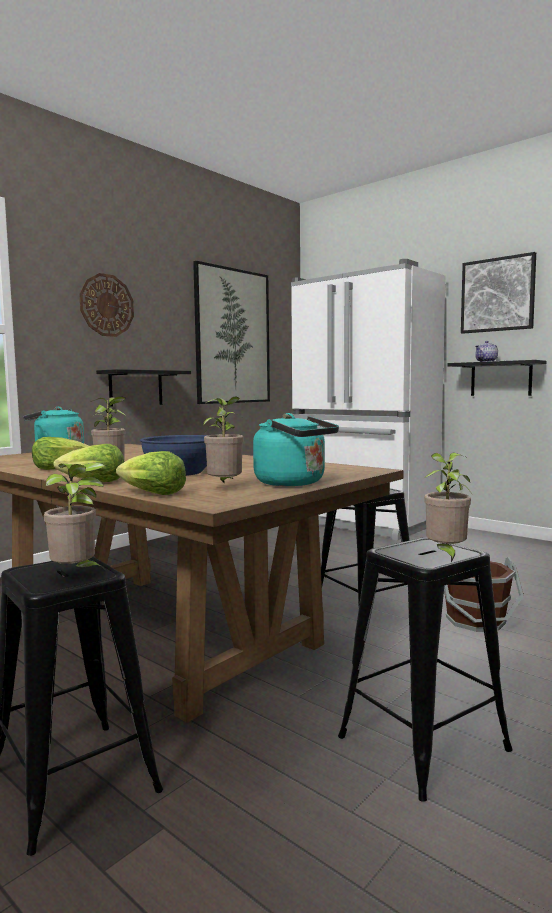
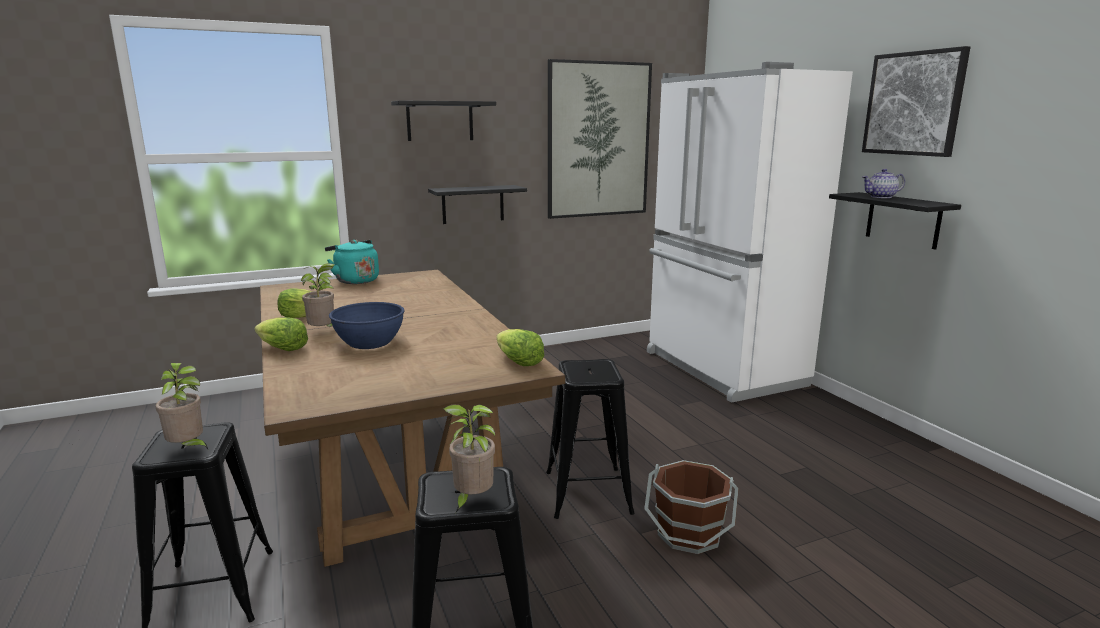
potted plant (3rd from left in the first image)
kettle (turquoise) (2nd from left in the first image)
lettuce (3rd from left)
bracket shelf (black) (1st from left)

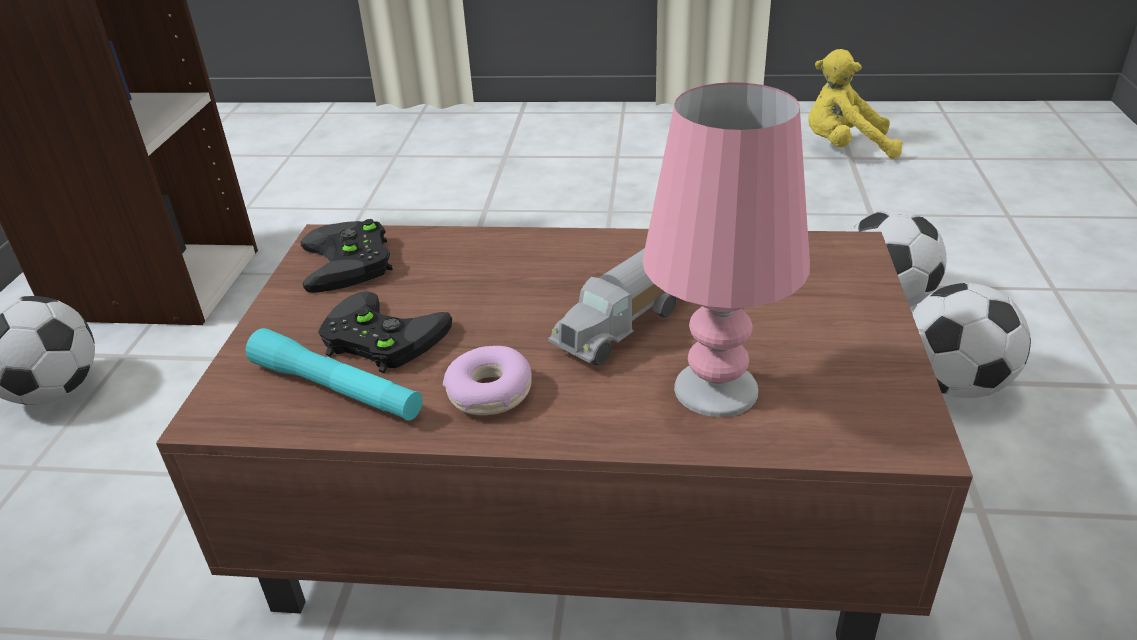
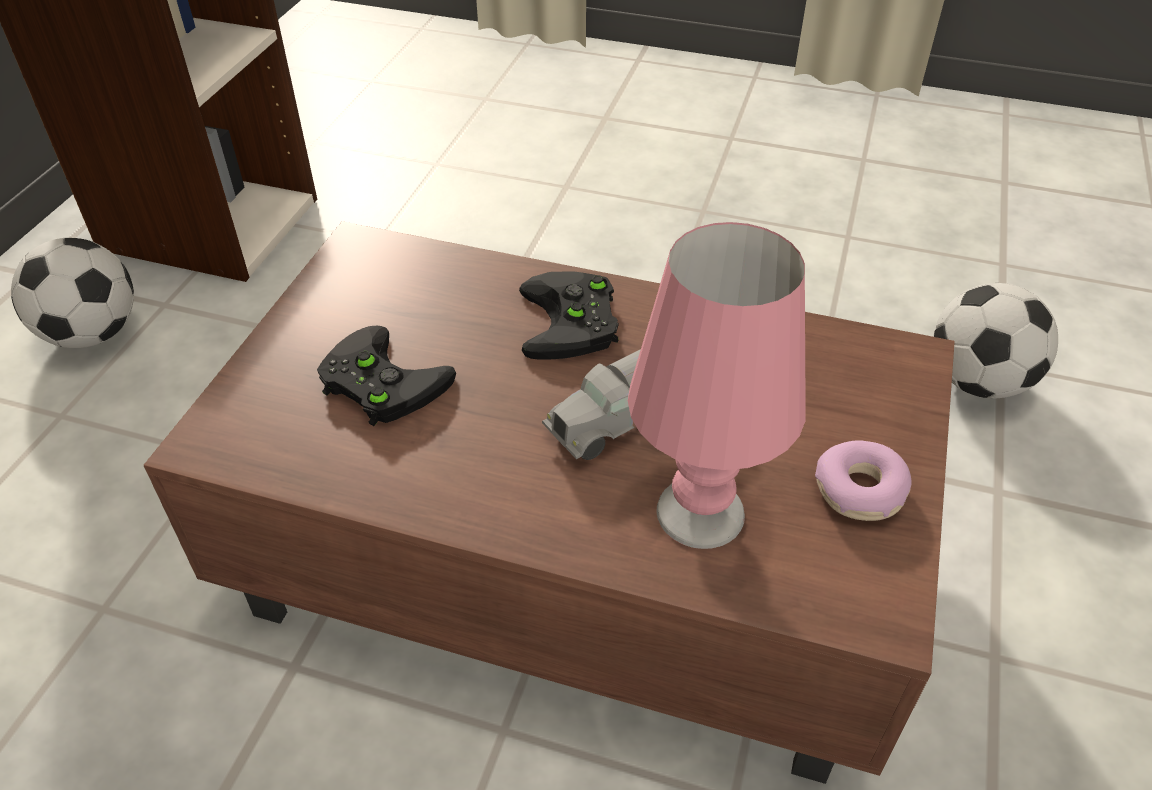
flashlight (turquoise)
plush toy (yellow-coloured)
ball for football (3rd from left in the first image)
gamepad (black) (2nd from left)
donut

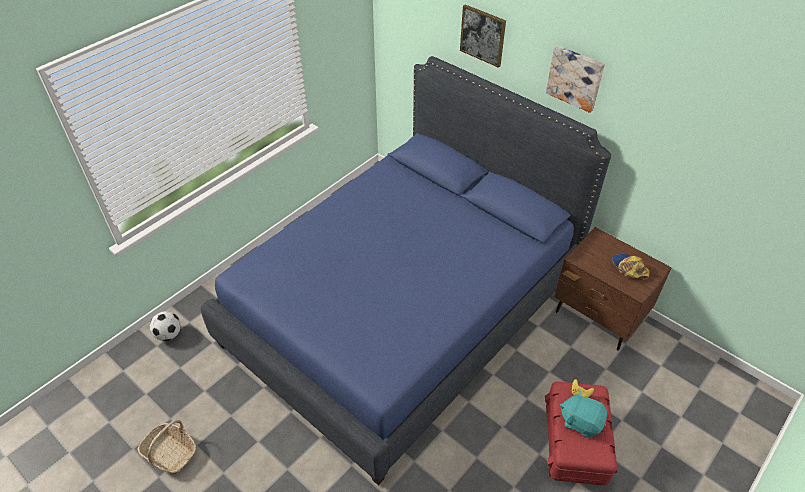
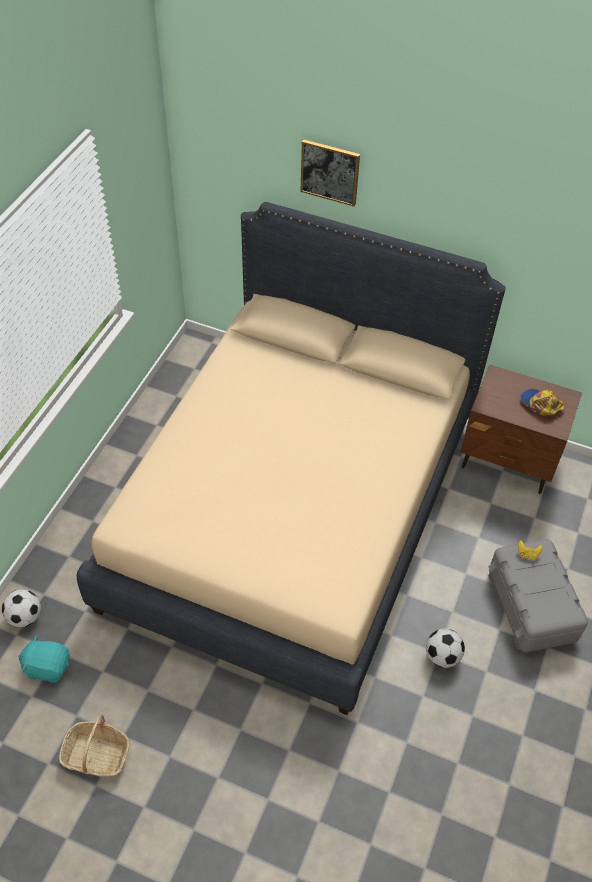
wall picture (2nd from left in the first image)
ball for football (2nd from left)
plush toy (turquoise)
bedroom bed (beige)
storage bin (greyish)

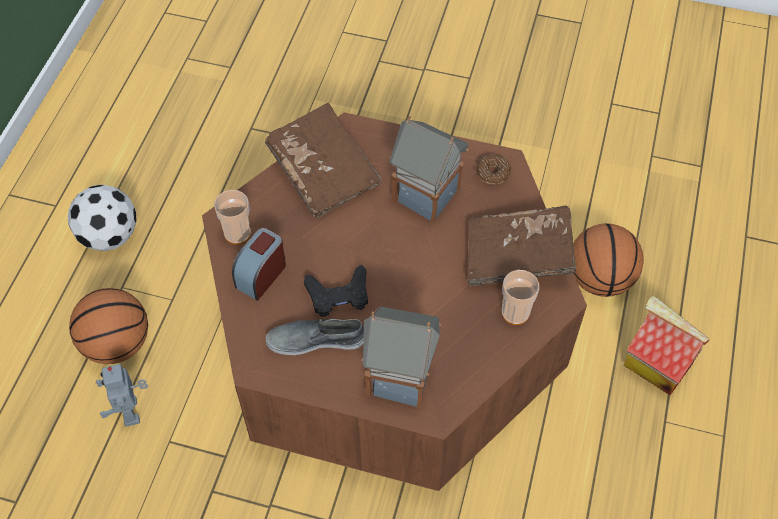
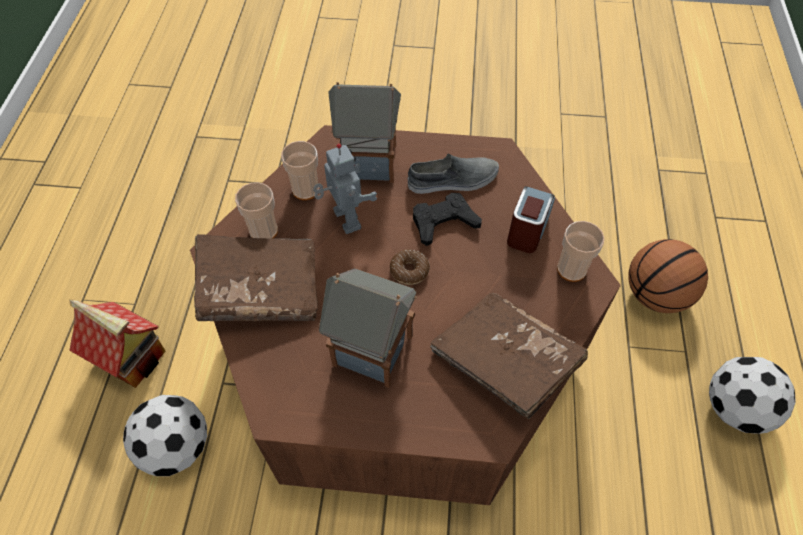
drinking cup (2nd from left)
toy robot
donut
ball for football (1st from left)

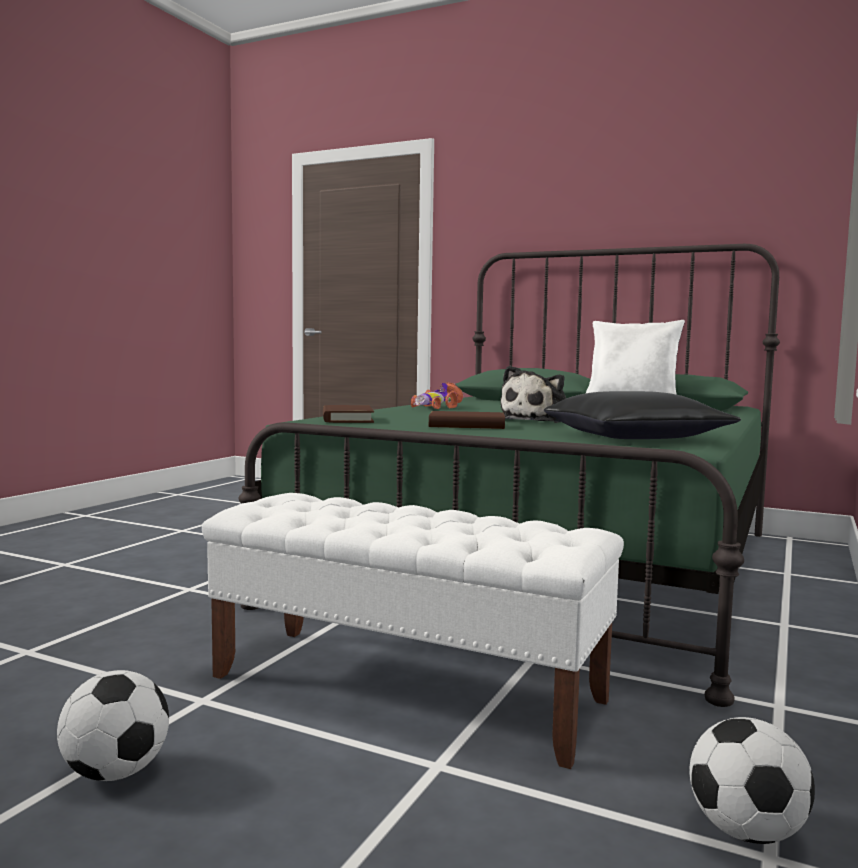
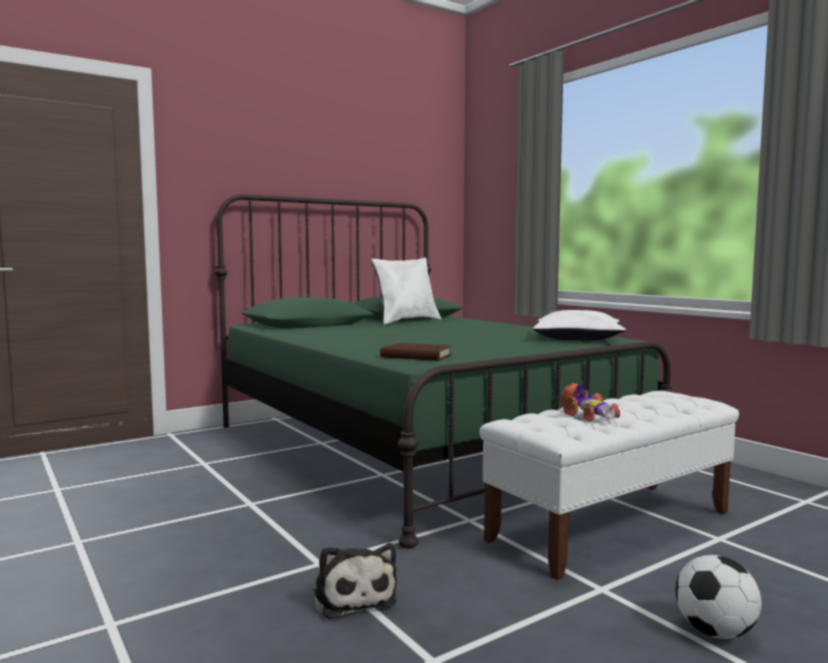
volume (brown) (2nd from left in the first image)
ball for football (2nd from left in the first image)
model car
plush toy
throw pillow (white) (2nd from left)

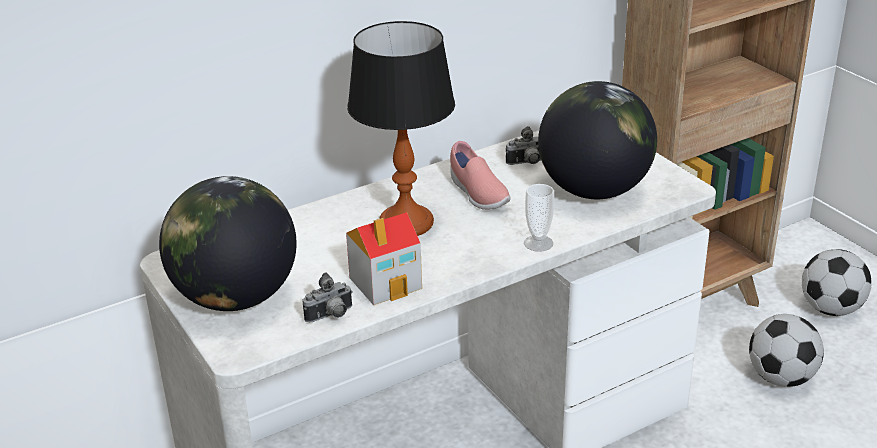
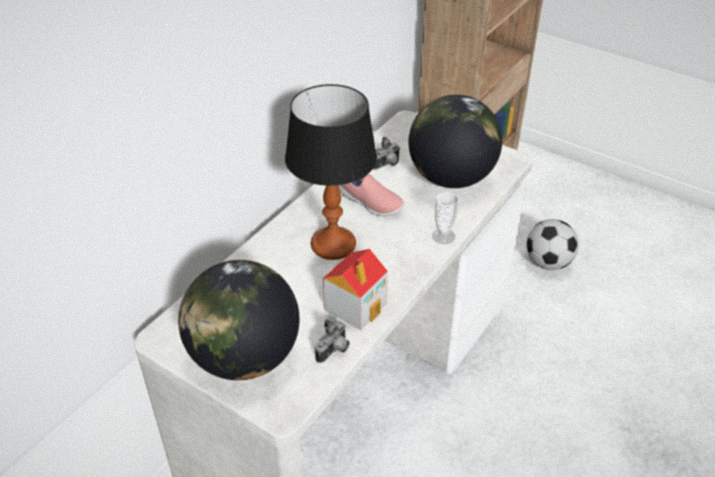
ball for football (2nd from left in the first image)

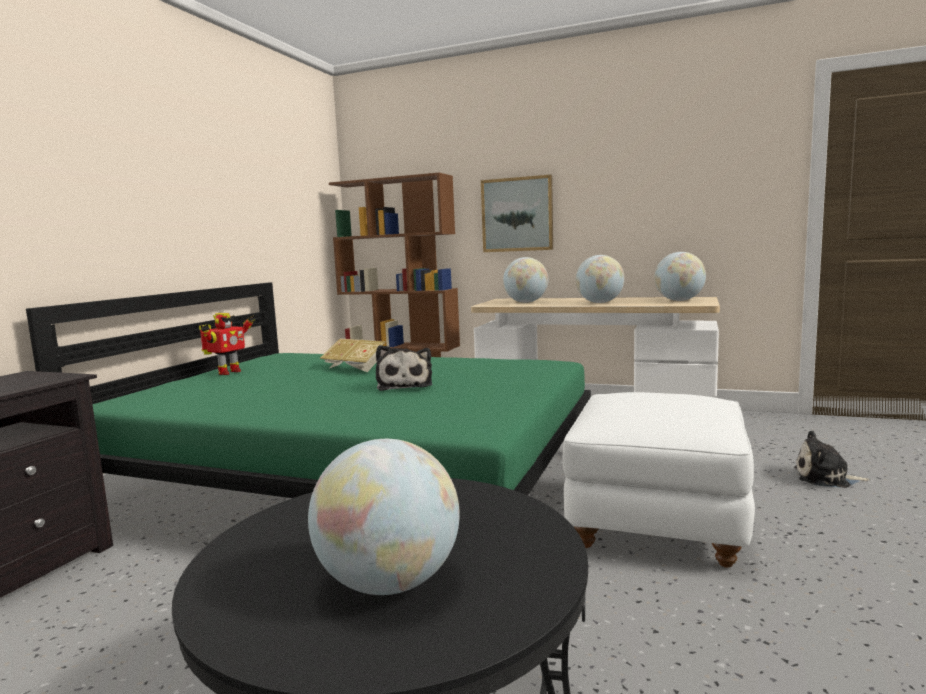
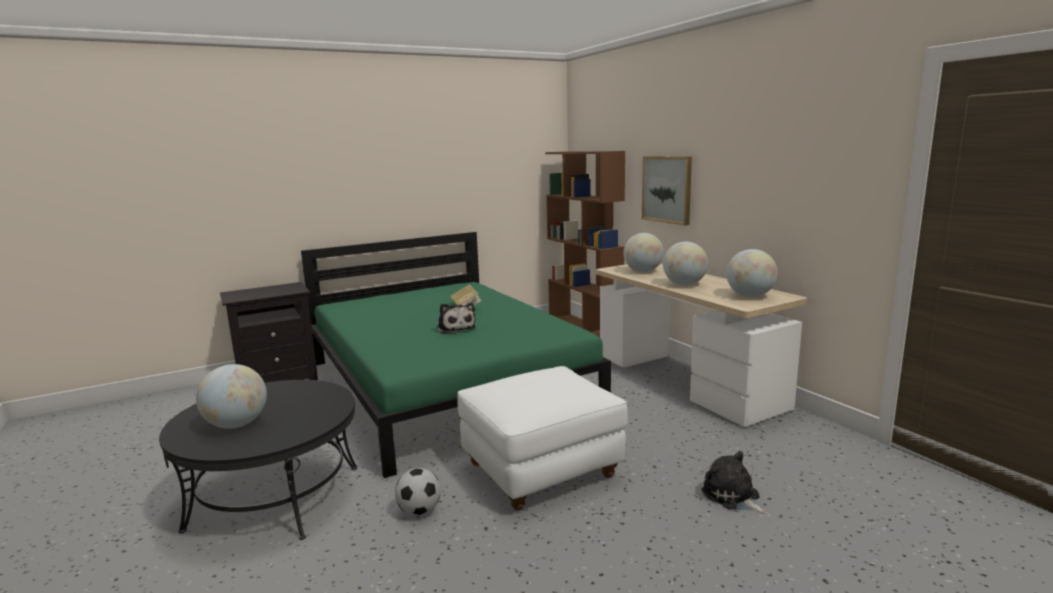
toy robot
ball for football
plush toy (1st from left)

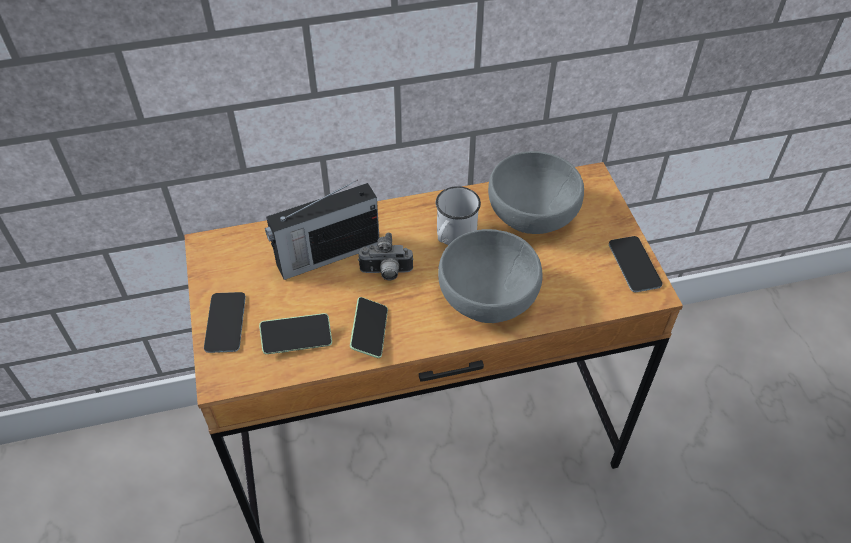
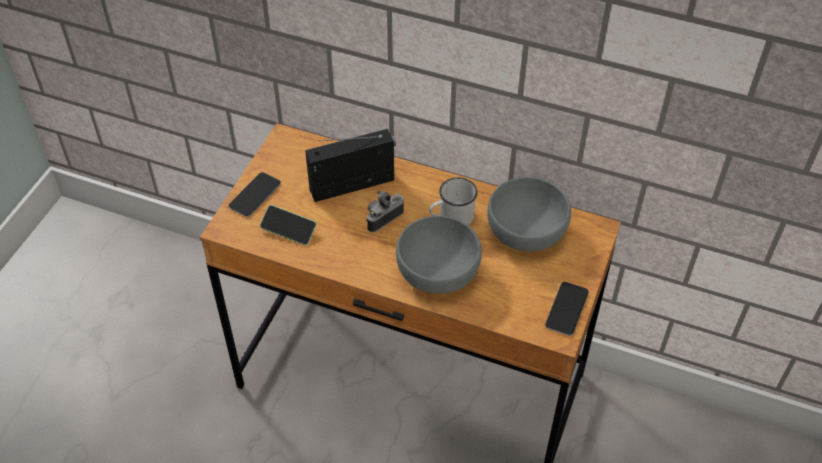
phone (3rd from left in the first image)
radio set
still camera

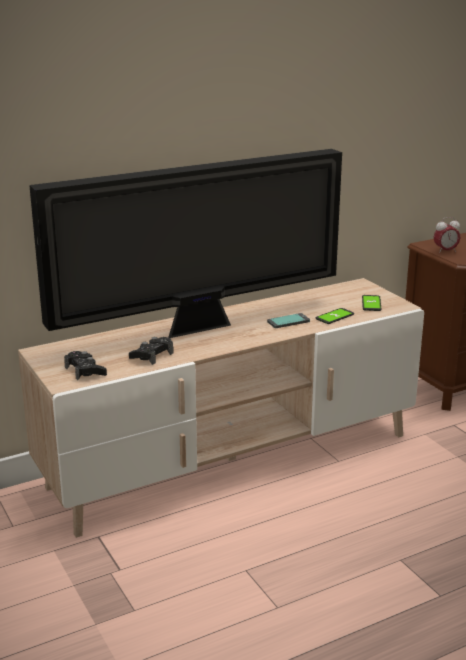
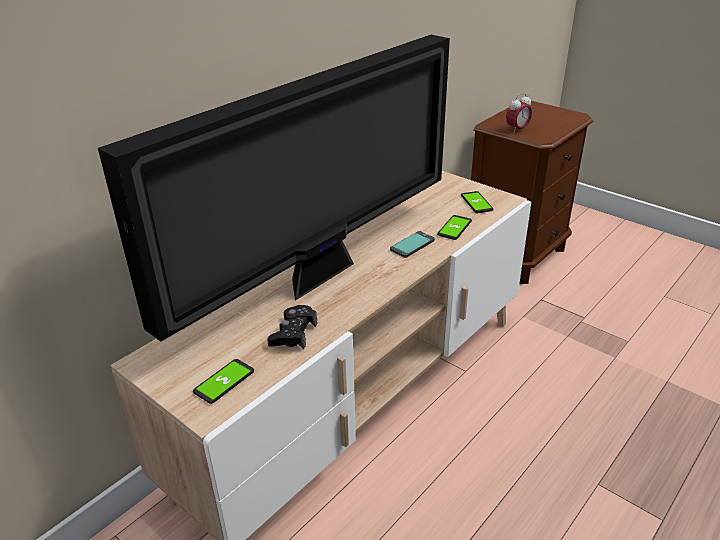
phone (1st from left)

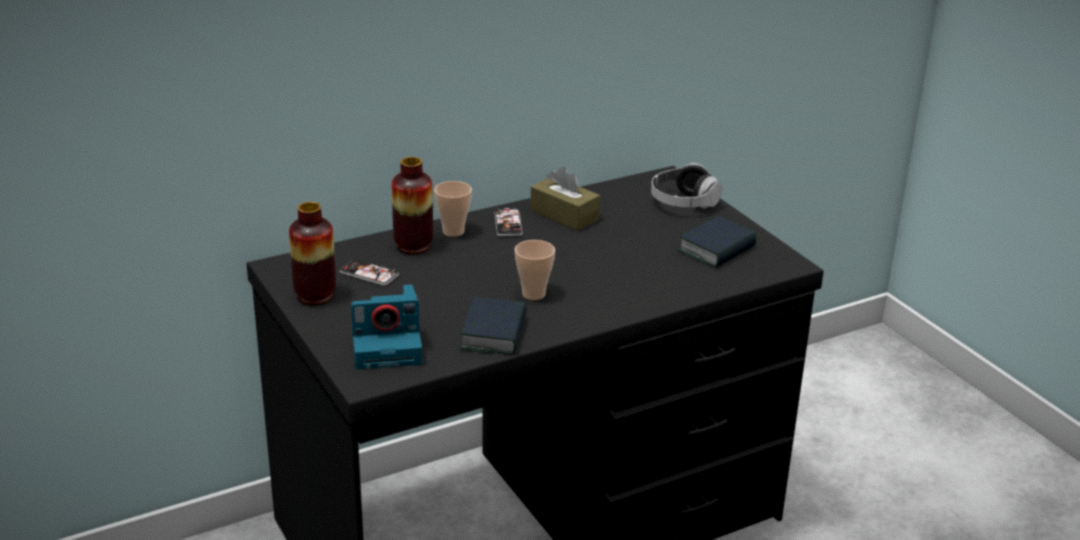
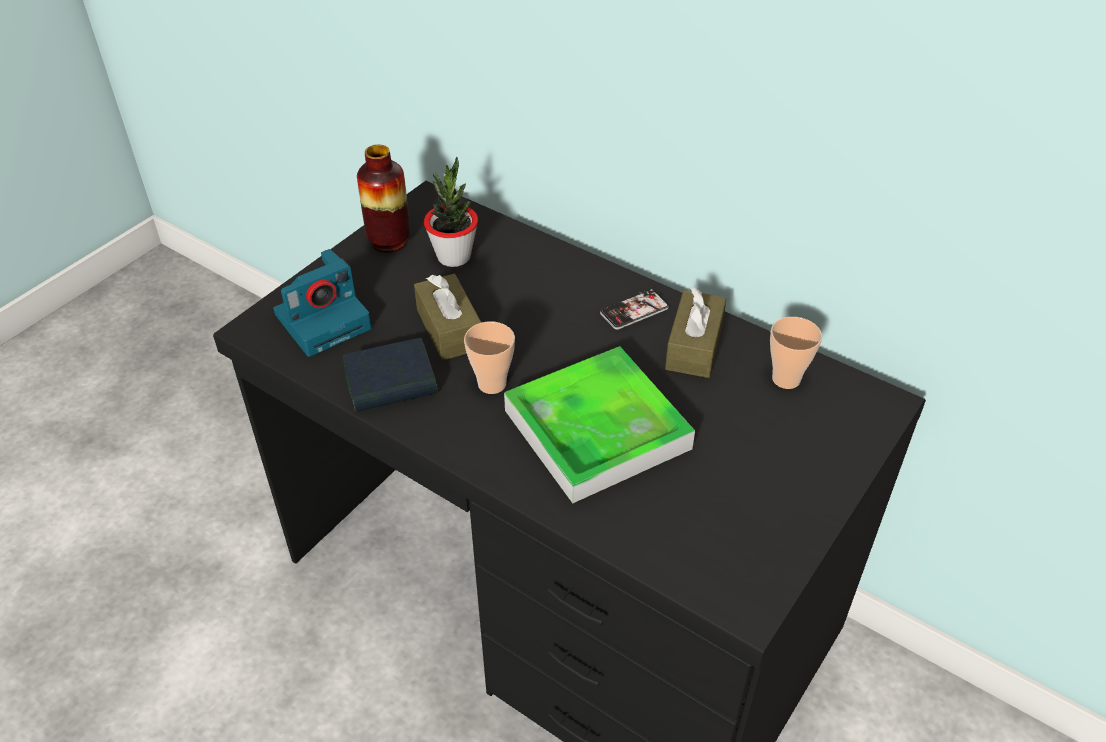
vase (2nd from left in the first image)
headset
volume (2nd from left in the first image)
tissue holder (brown) (1st from left)
serving tray
drinking cup (2nd from left)
potted plant
still camera

